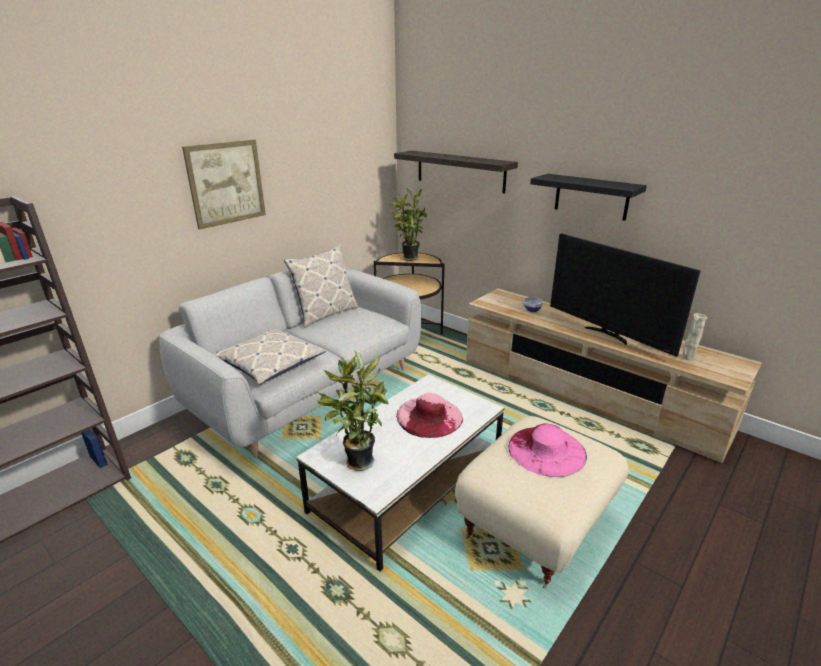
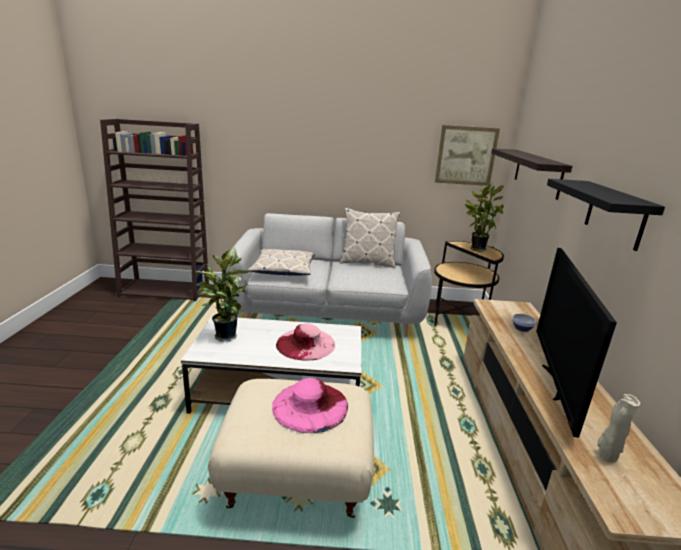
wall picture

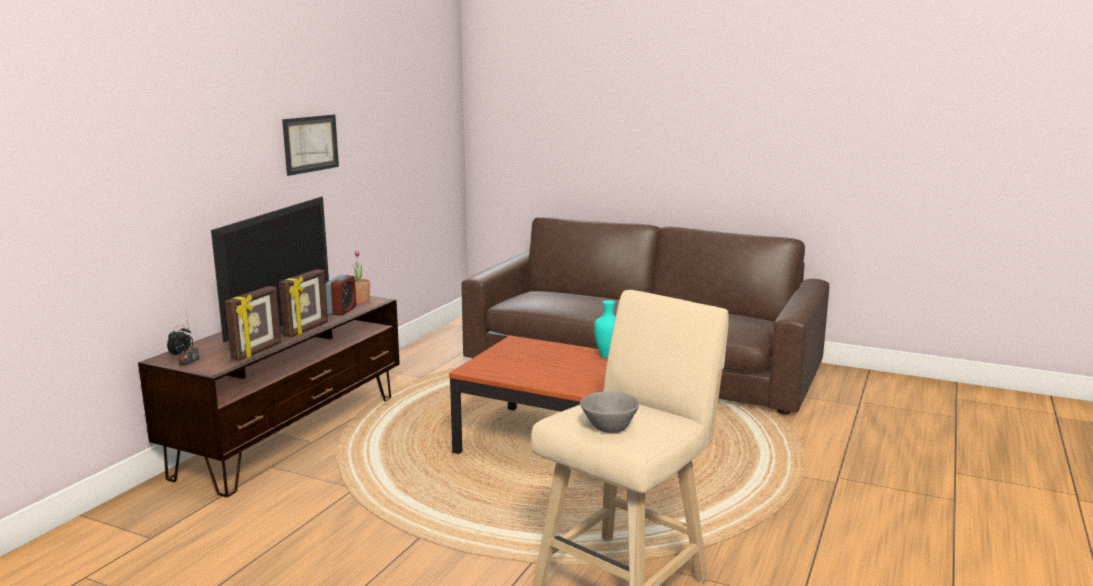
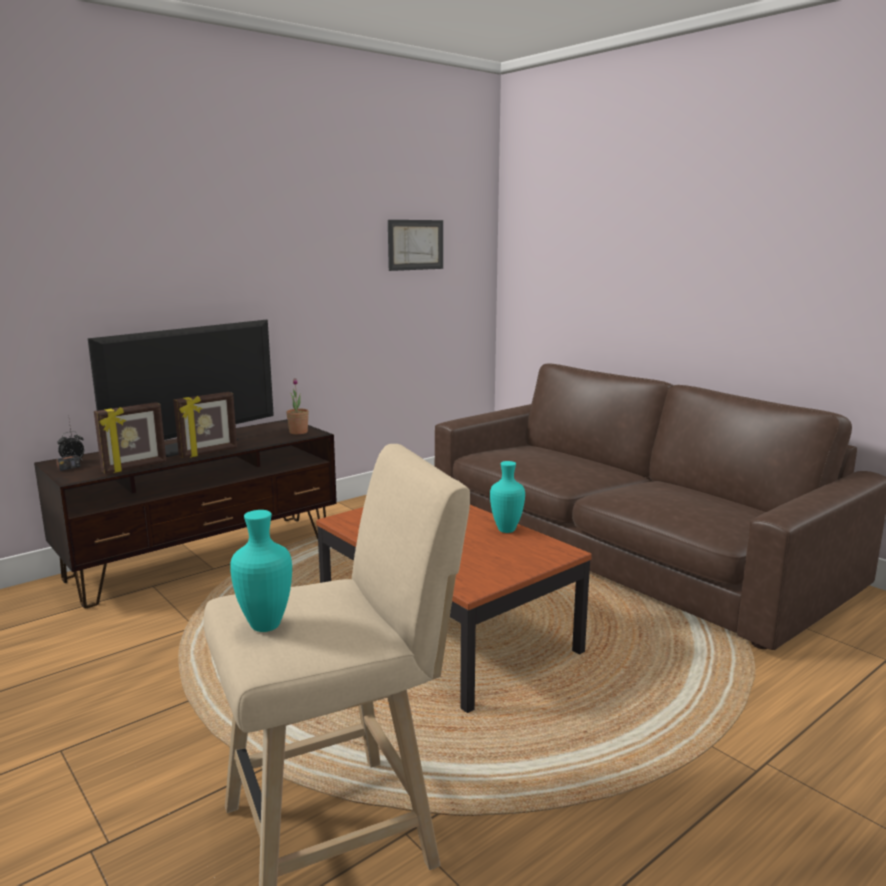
alarm clock (2nd from left in the first image)
wall picture
vase (turquoise) (1st from left)

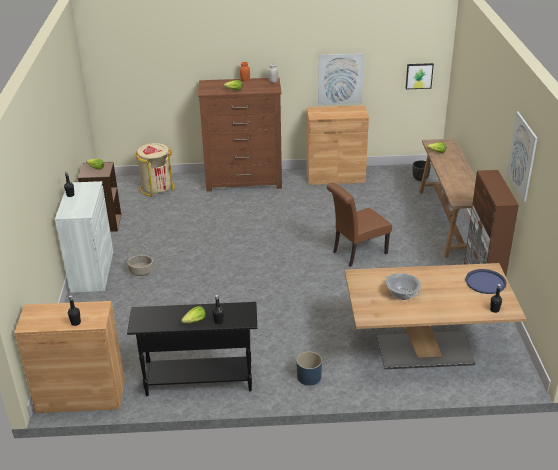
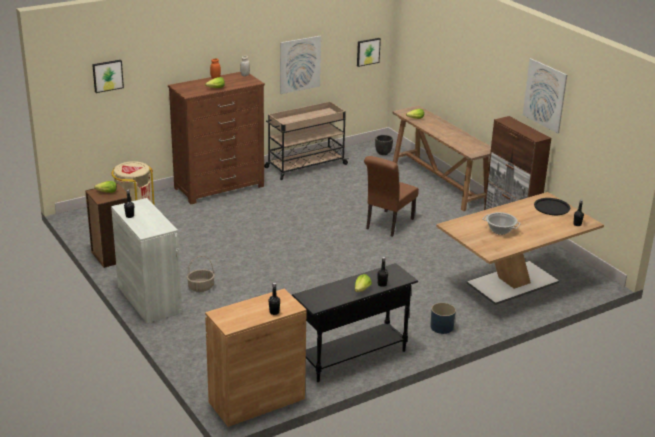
wall picture (1st from left)
wheeled cart (beige)
serving tray (black)

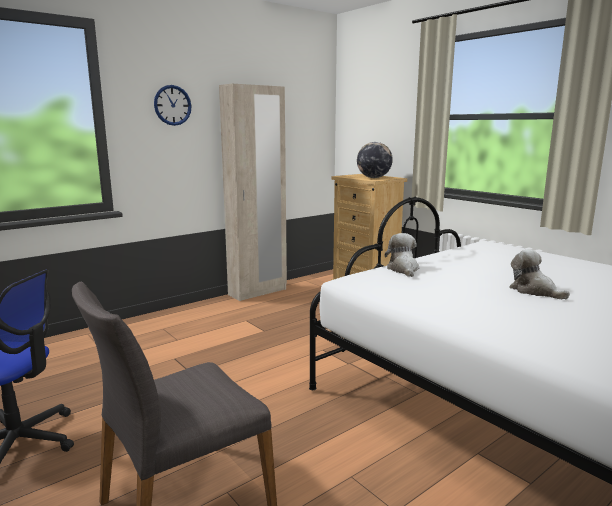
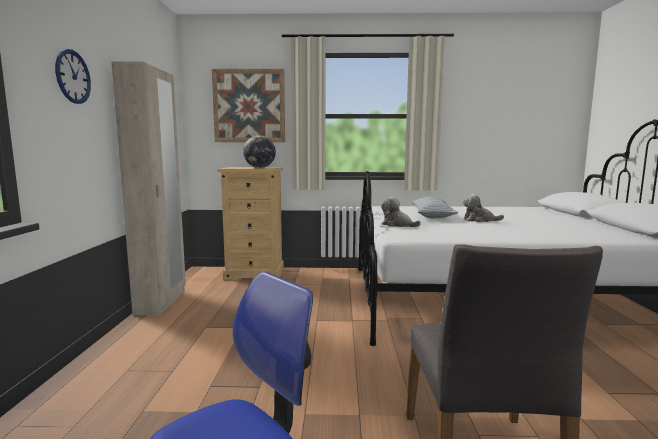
wall picture
throw pillow

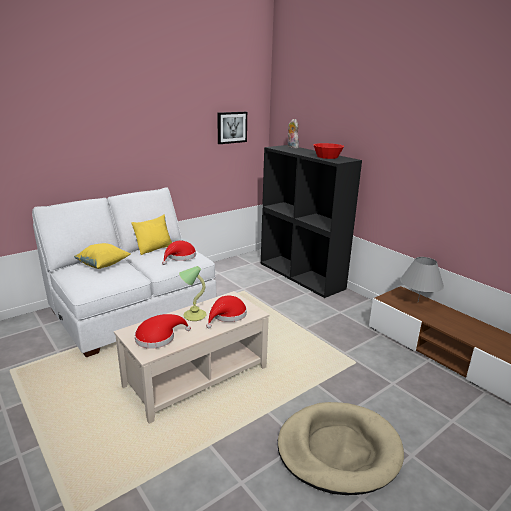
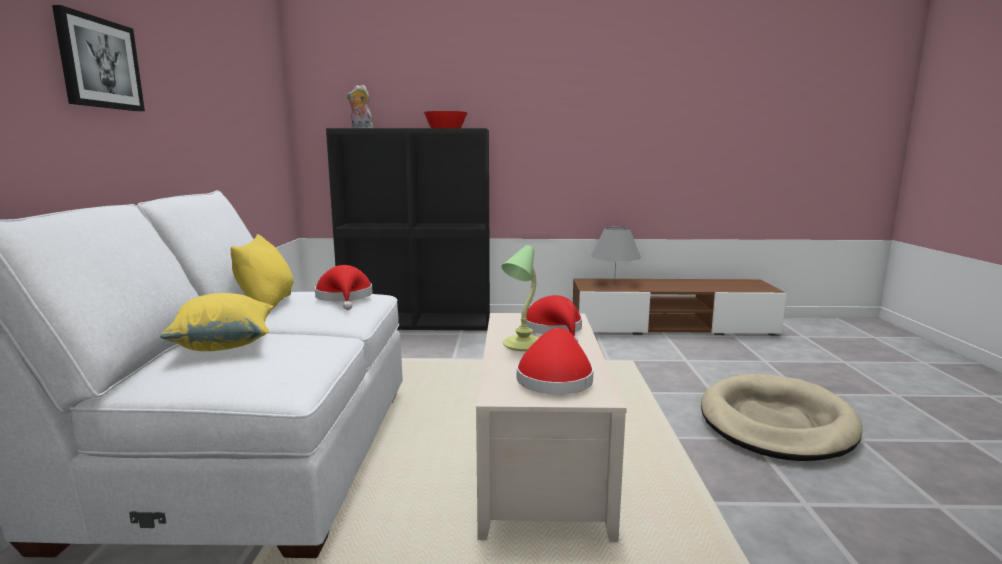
wall picture

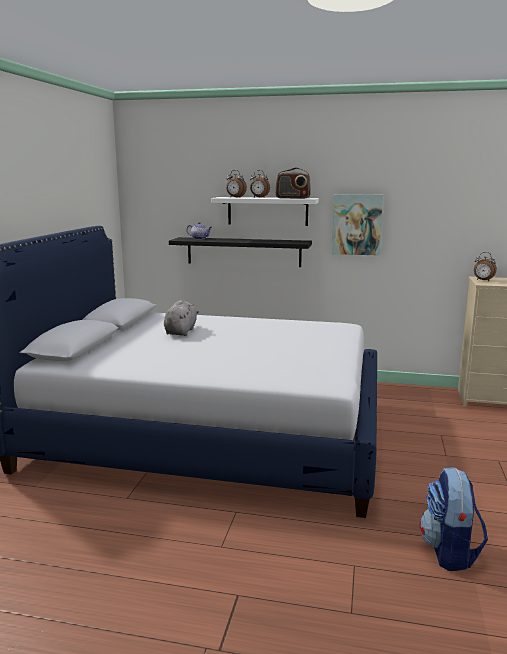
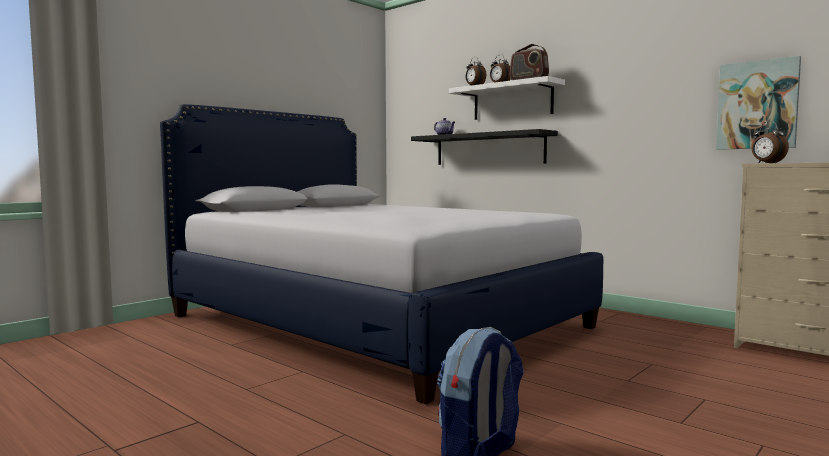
plush toy (greyish)
wall picture

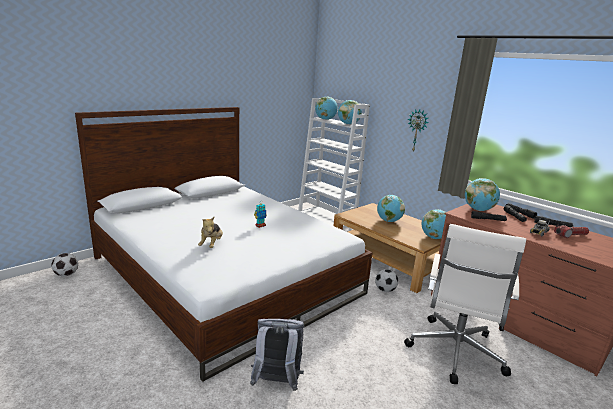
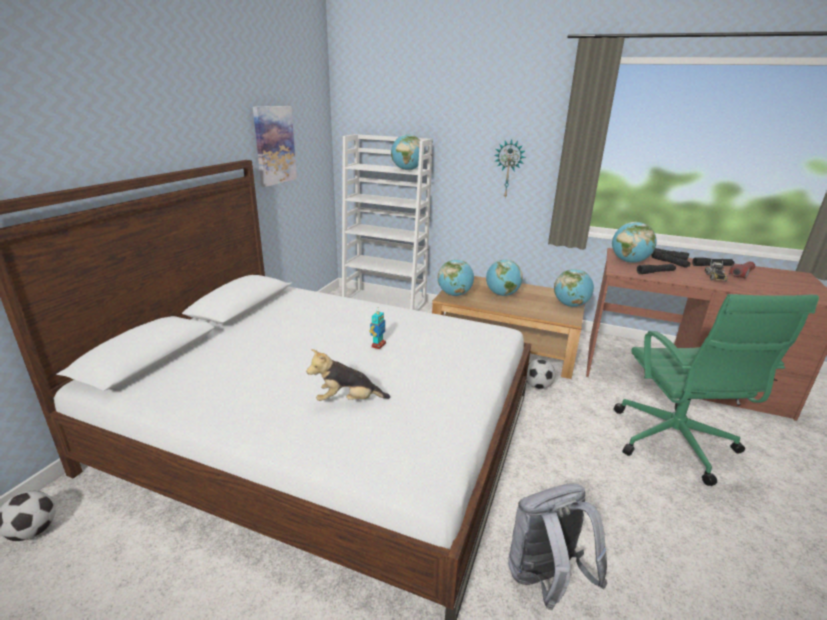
wall picture
desk globe (2nd from left)
desk chair (green)
plush toy

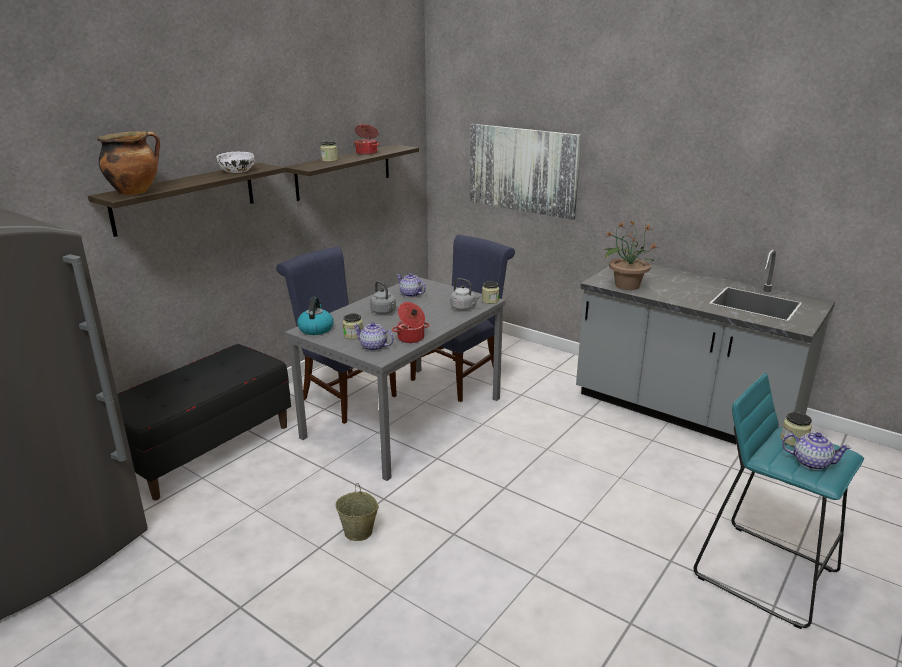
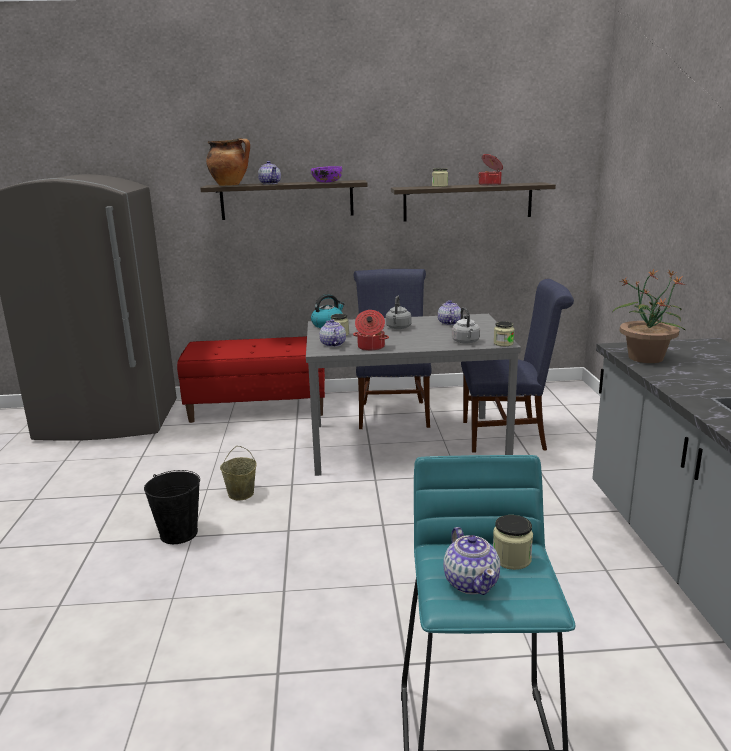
wall picture
bucket (black)
teapot (1st from left)
bench (red)
bowl (purple-coloured)

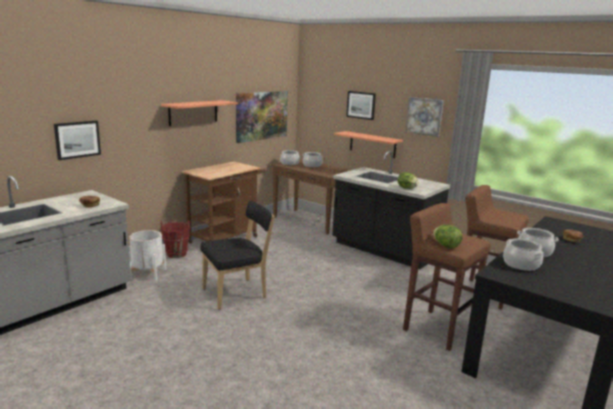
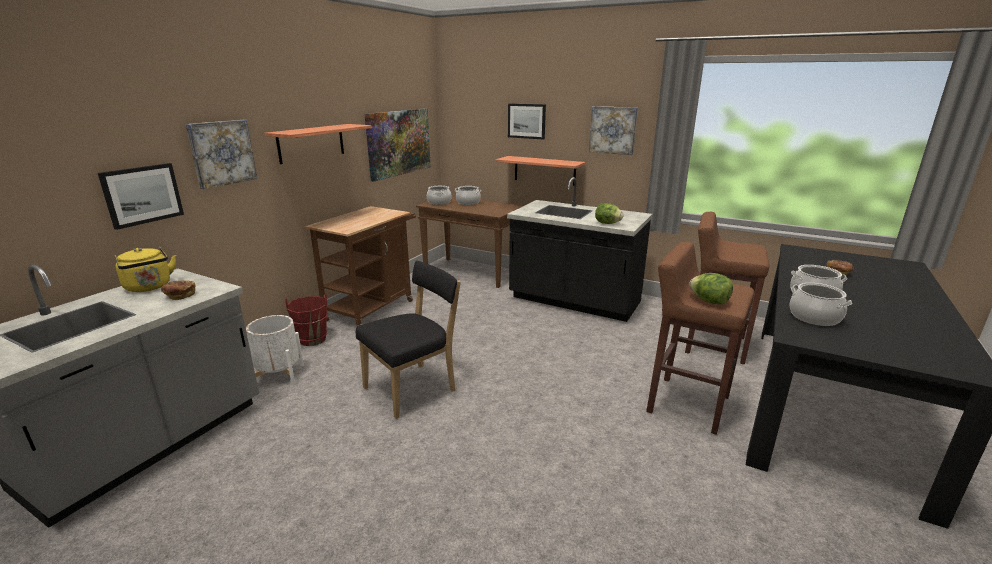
kettle (yellow-coloured)
wall picture (2nd from left)

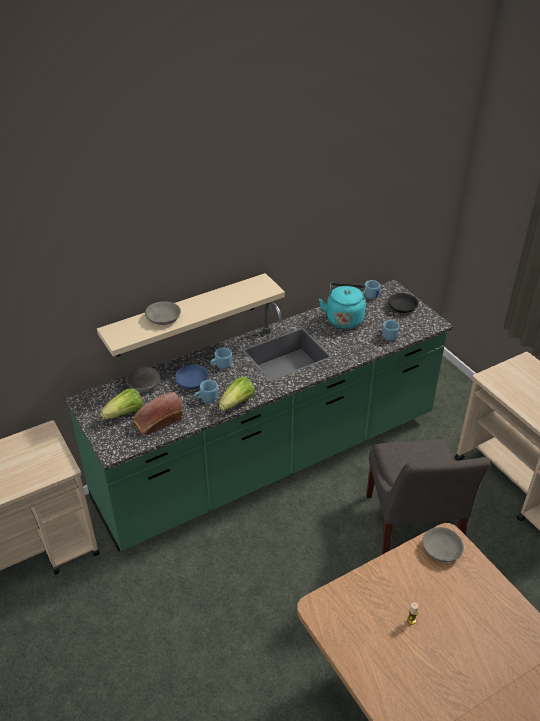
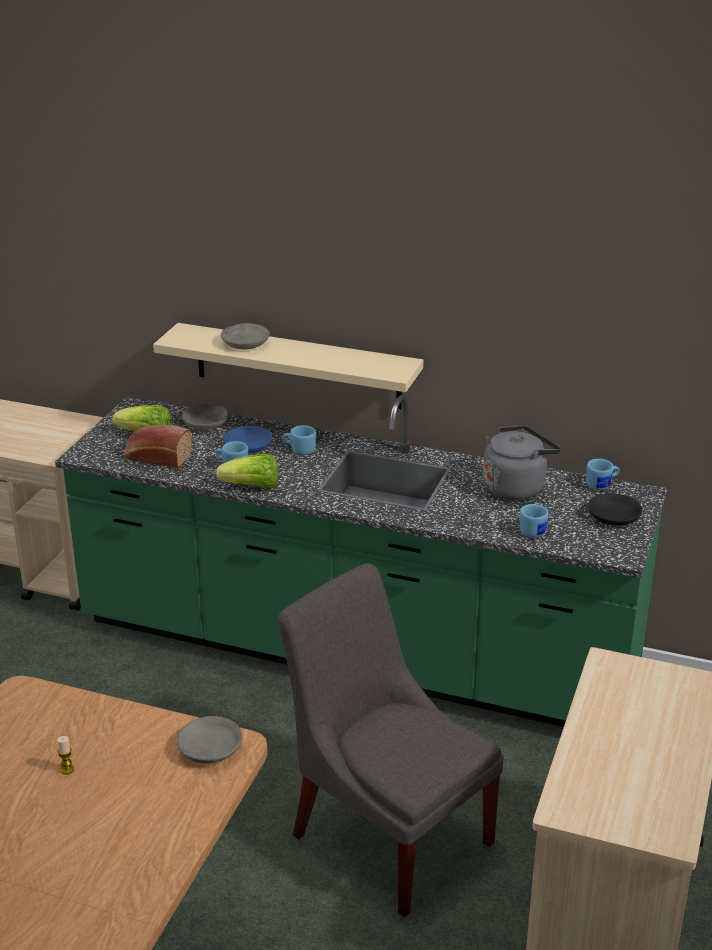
kettle (greyish)
upright chair (greyish)

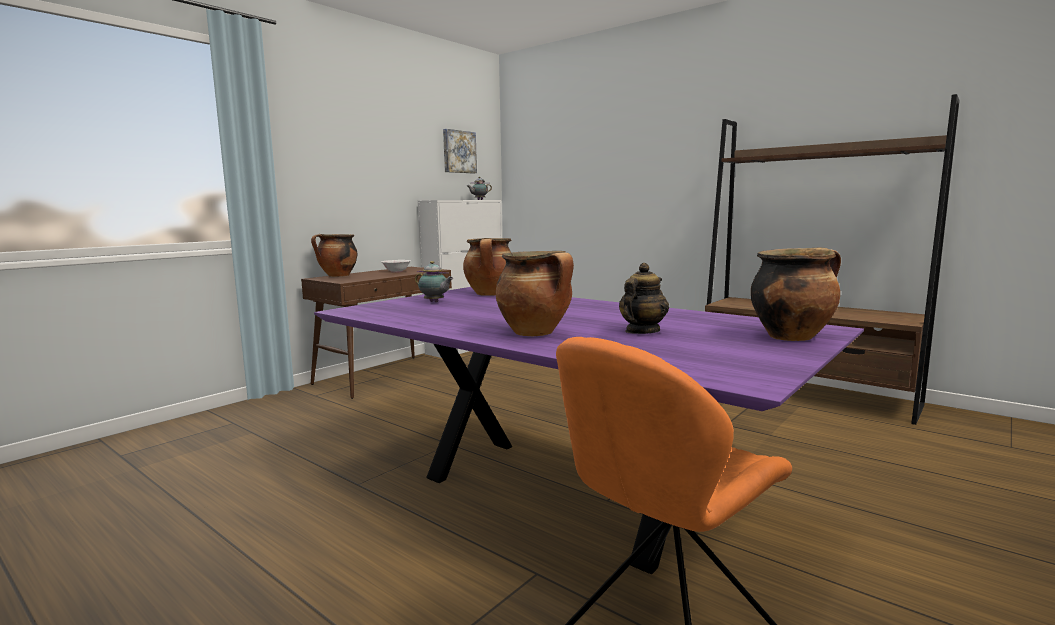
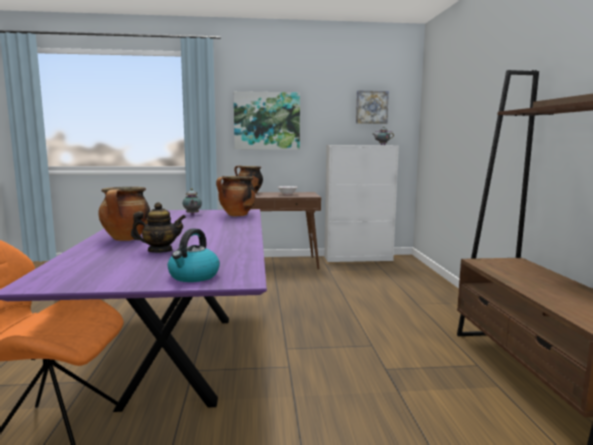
wall picture (1st from left)
kettle

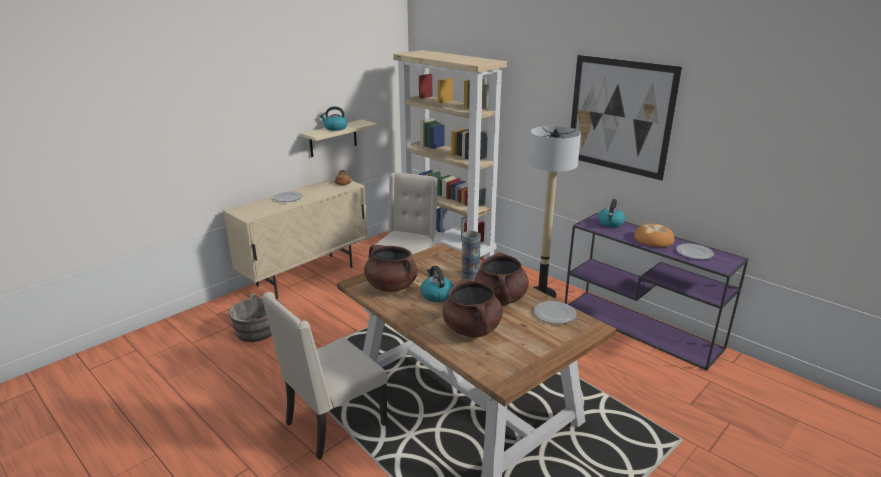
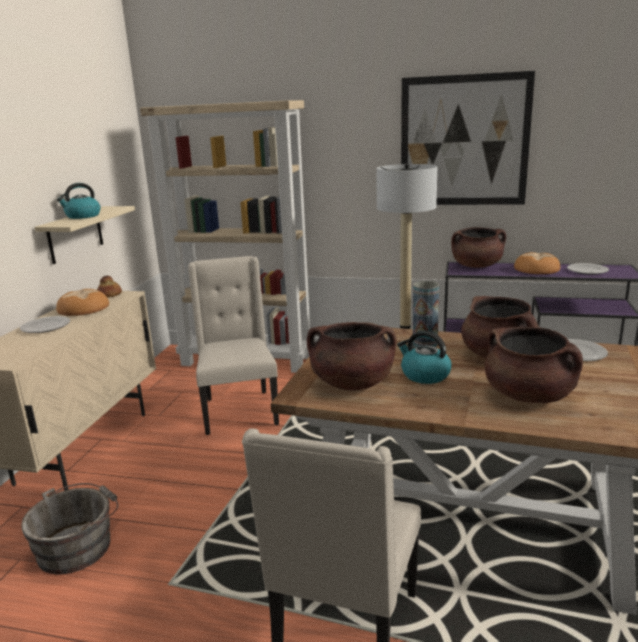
bakery bread (1st from left)
cooking pot (brown) (2nd from left)

